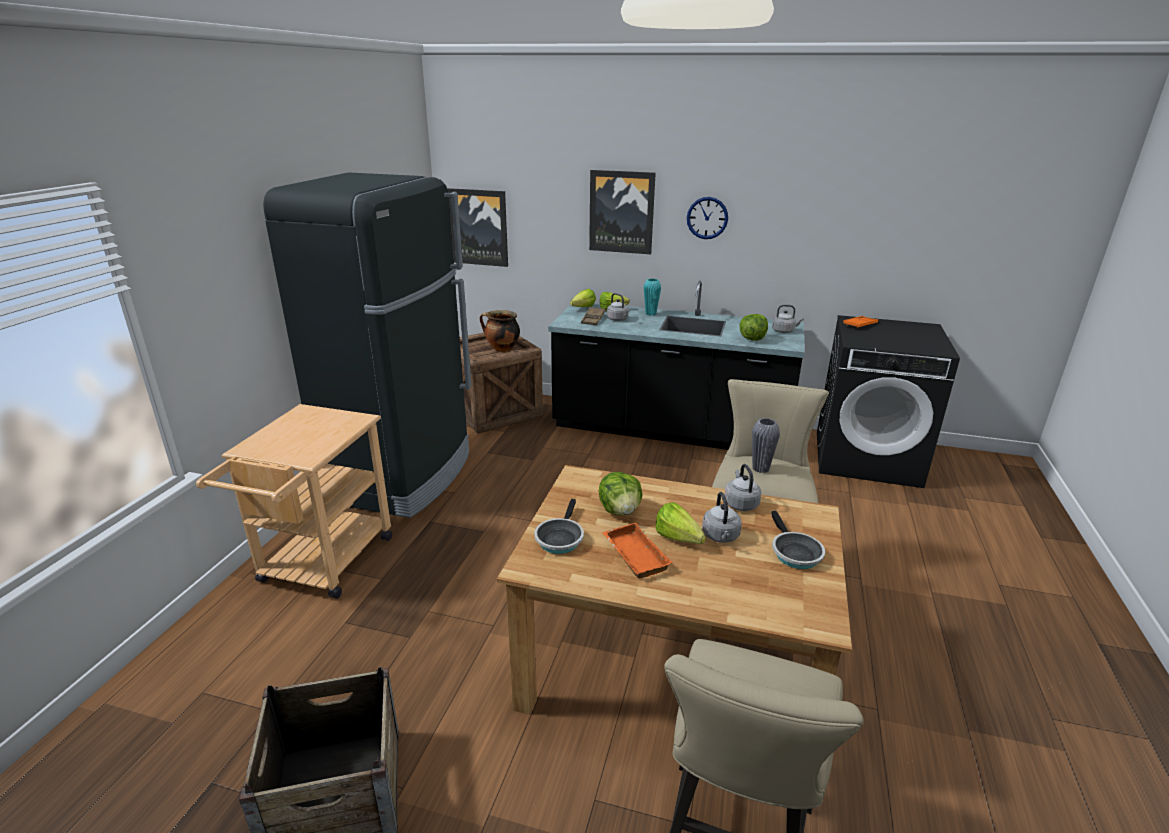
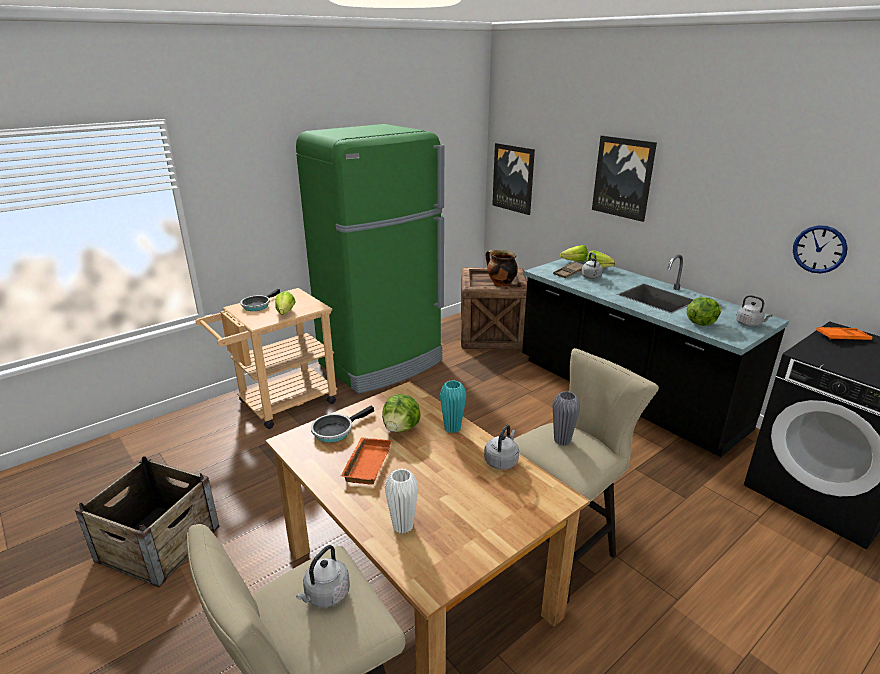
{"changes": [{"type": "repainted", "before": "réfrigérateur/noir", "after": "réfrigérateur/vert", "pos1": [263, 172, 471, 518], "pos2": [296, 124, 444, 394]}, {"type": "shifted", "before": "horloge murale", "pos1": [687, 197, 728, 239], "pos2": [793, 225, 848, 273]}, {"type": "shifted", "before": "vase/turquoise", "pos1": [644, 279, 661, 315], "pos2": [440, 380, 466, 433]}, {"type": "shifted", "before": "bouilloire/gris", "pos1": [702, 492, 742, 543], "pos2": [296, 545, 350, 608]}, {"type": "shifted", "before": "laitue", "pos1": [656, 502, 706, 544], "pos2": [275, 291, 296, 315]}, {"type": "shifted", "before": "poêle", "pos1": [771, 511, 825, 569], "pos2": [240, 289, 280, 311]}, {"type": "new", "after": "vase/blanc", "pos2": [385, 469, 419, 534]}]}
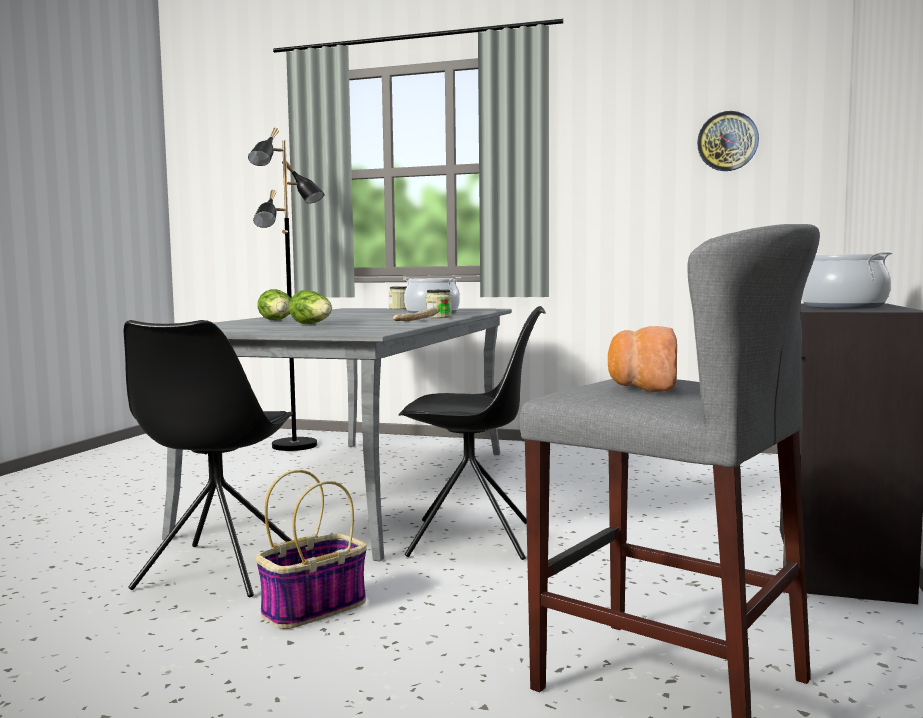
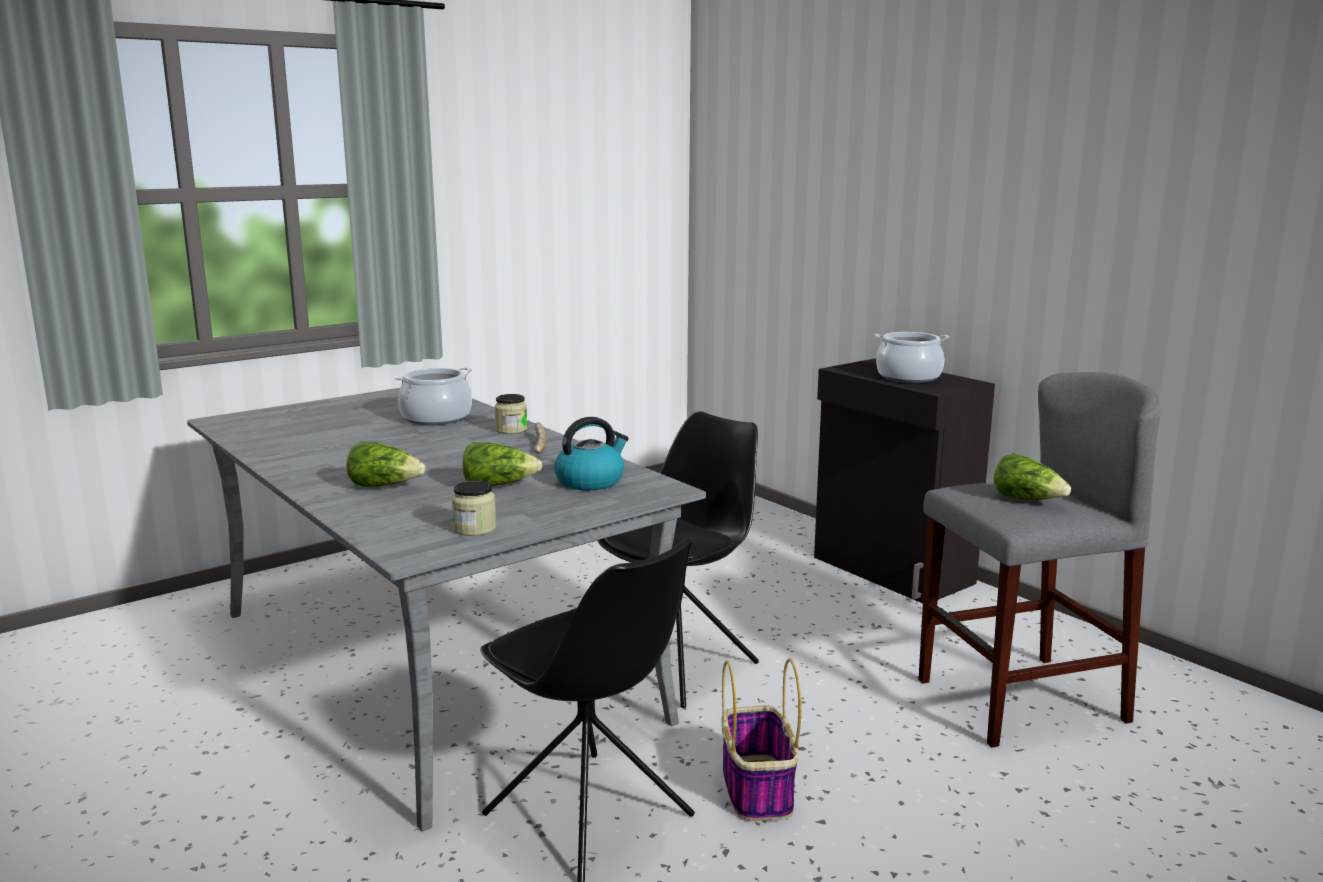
{"changes": [{"type": "gone", "before": "horloge murale", "pos1": [697, 111, 759, 171]}, {"type": "gone", "before": "lampadaire/noir", "pos1": [248, 128, 325, 451]}, {"type": "shifted", "before": "bocal", "pos1": [389, 286, 407, 309], "pos2": [452, 480, 496, 536]}, {"type": "swapped", "before": "pain", "after": "laitue", "pos1": [608, 326, 677, 392], "pos2": [994, 453, 1071, 500]}, {"type": "new", "after": "bouilloire", "pos2": [554, 417, 629, 490]}]}
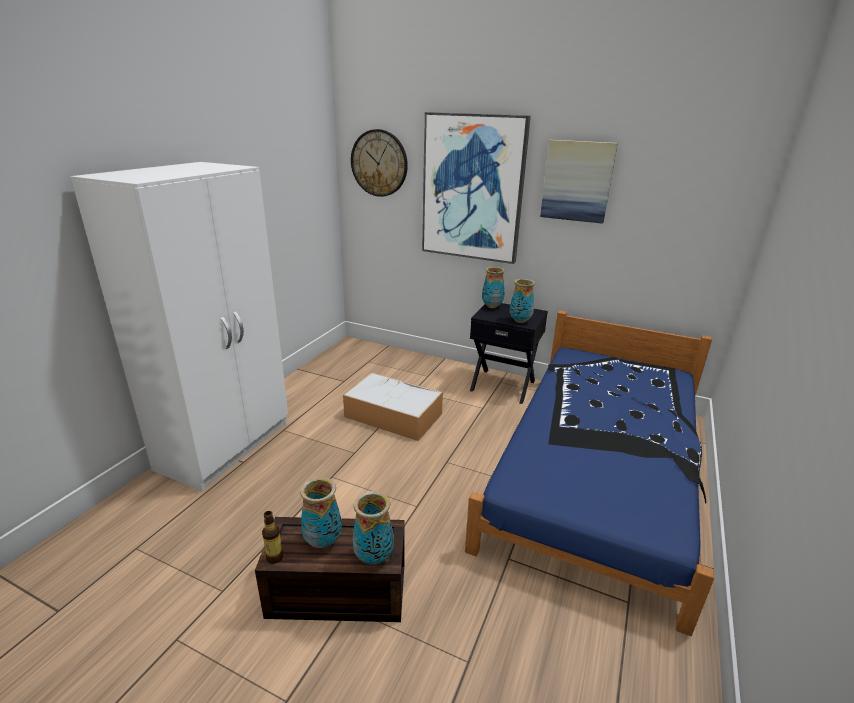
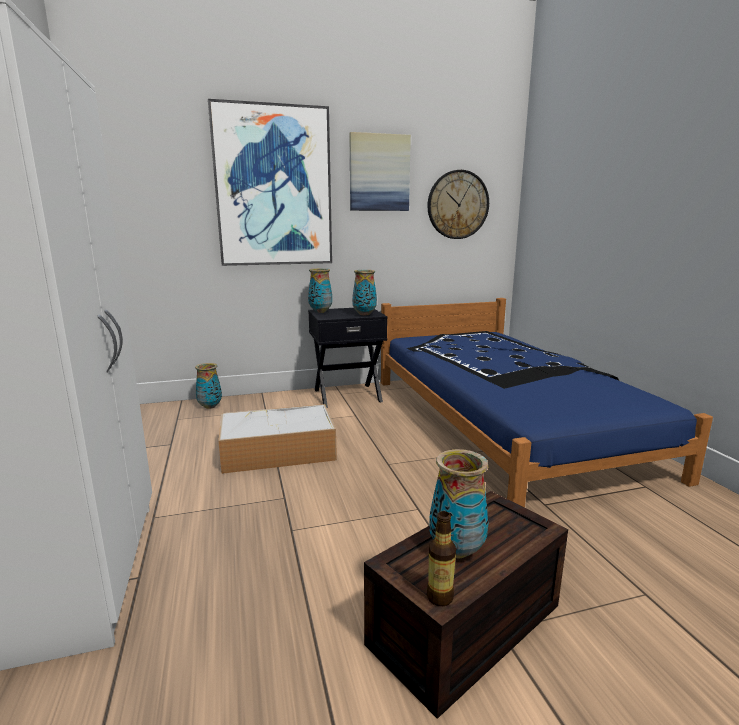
{"changes": [{"type": "shifted", "before": "horloge murale", "pos1": [351, 129, 408, 197], "pos2": [427, 170, 489, 239]}, {"type": "shifted", "before": "vase", "pos1": [352, 491, 394, 564], "pos2": [195, 363, 222, 409]}]}
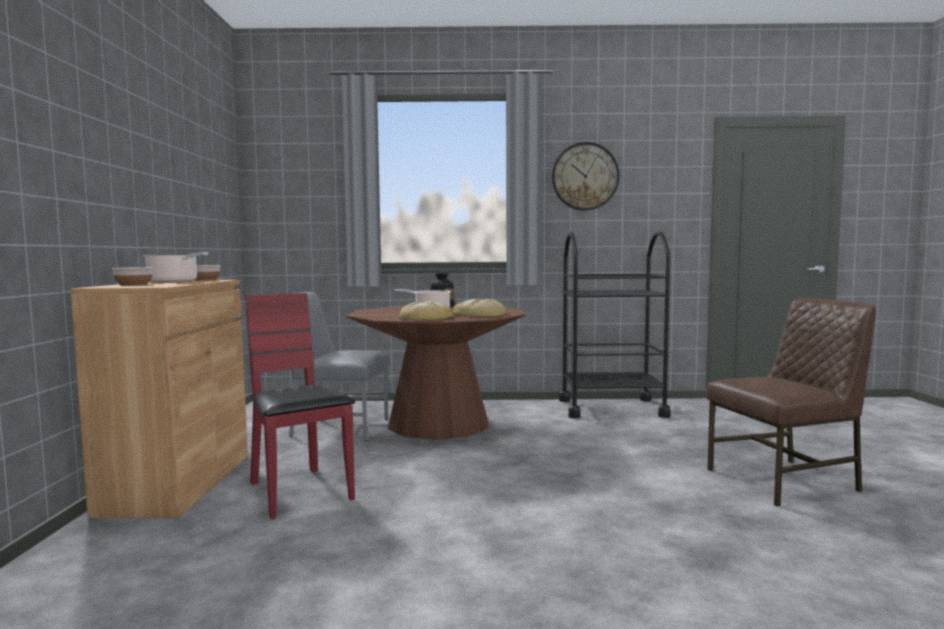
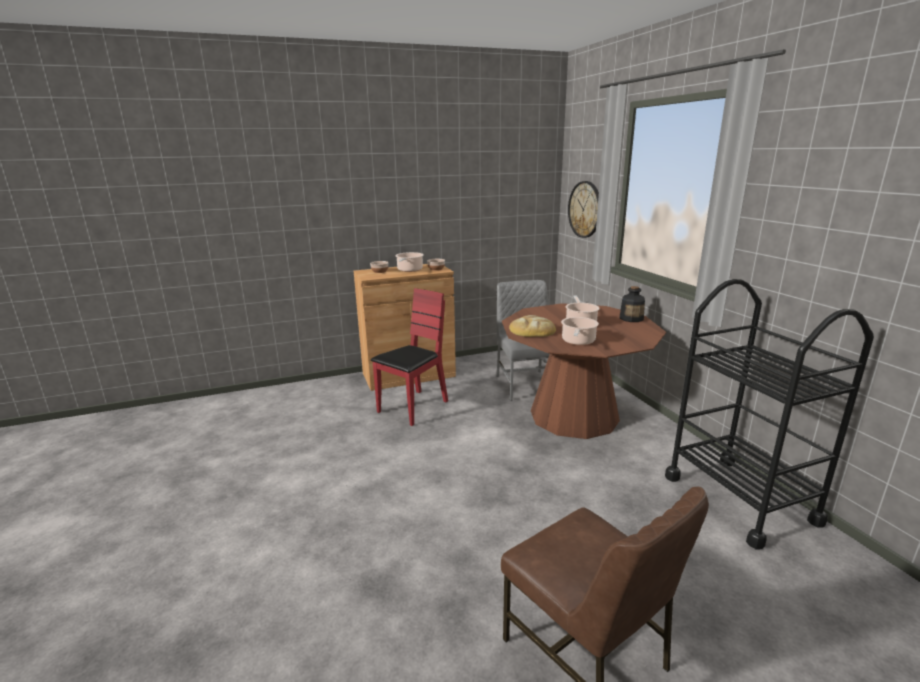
{"changes": [{"type": "shifted", "before": "horloge murale", "pos1": [552, 142, 619, 211], "pos2": [568, 181, 599, 238]}, {"type": "swapped", "before": "pain", "after": "marmite", "pos1": [453, 299, 506, 317], "pos2": [561, 317, 599, 345]}]}
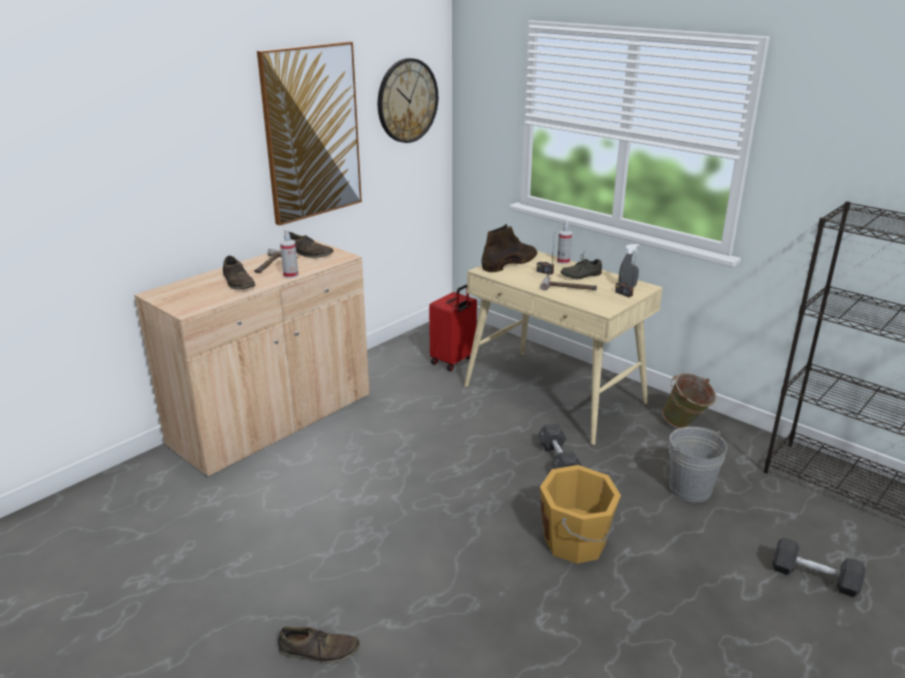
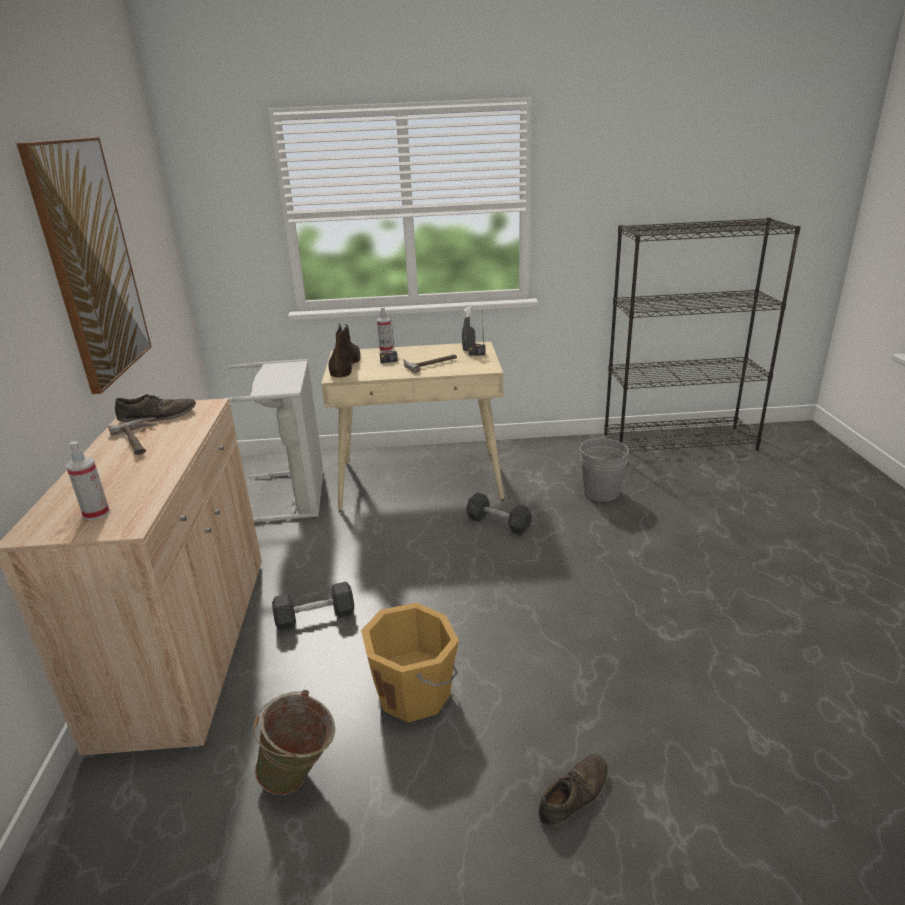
{"changes": [{"type": "gone", "before": "horloge murale", "pos1": [378, 58, 438, 143]}, {"type": "shifted", "before": "vaporisateur", "pos1": [280, 229, 299, 278], "pos2": [66, 441, 110, 521]}, {"type": "gone", "before": "chaussure/gris", "pos1": [561, 254, 602, 279]}, {"type": "gone", "before": "chaussure/marron", "pos1": [223, 255, 256, 289]}, {"type": "swapped", "before": "valise/rouge", "after": "panier à linge/gris", "pos1": [429, 284, 477, 371], "pos2": [224, 359, 324, 523]}, {"type": "shifted", "before": "seau/vert", "pos1": [662, 373, 717, 428], "pos2": [253, 690, 335, 795]}, {"type": "shifted", "before": "seau/orange", "pos1": [540, 465, 621, 564], "pos2": [361, 603, 459, 723]}, {"type": "shifted", "before": "haltère/gris", "pos1": [772, 537, 866, 597], "pos2": [272, 582, 354, 631]}]}
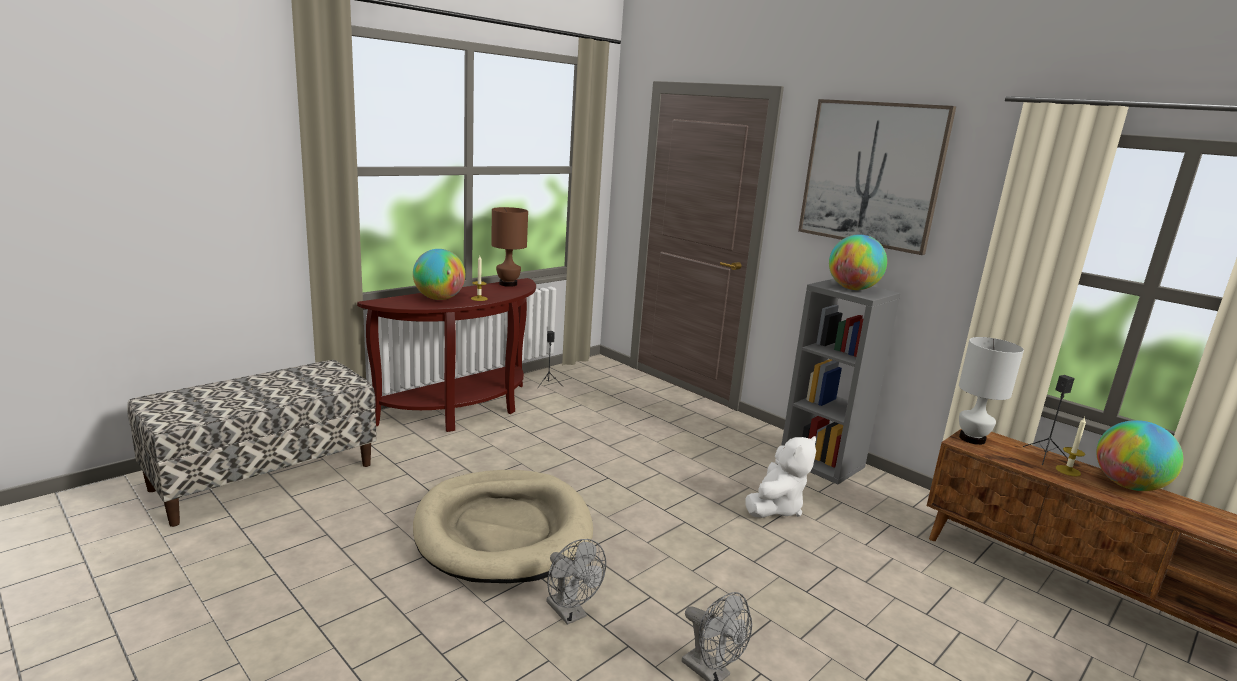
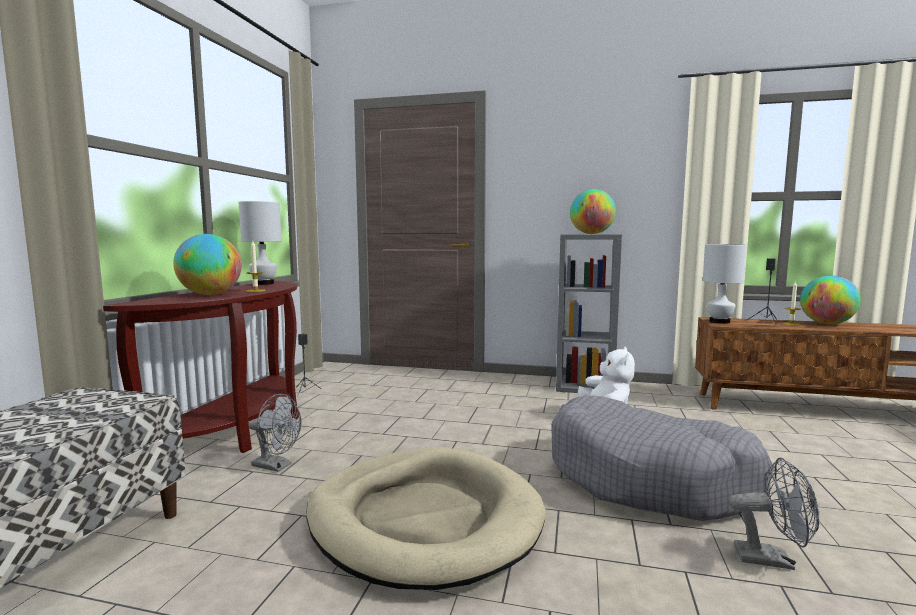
{"changes": [{"type": "gone", "before": "tableau", "pos1": [798, 99, 956, 255]}, {"type": "repainted", "before": "lampe de table/marron", "after": "lampe de table/blanc", "pos1": [491, 207, 528, 287], "pos2": [239, 201, 281, 285]}, {"type": "shifted", "before": "ventilateur/gris", "pos1": [546, 539, 606, 625], "pos2": [248, 394, 302, 472]}, {"type": "new", "after": "panier pour chien/gris", "pos2": [551, 395, 774, 521]}]}
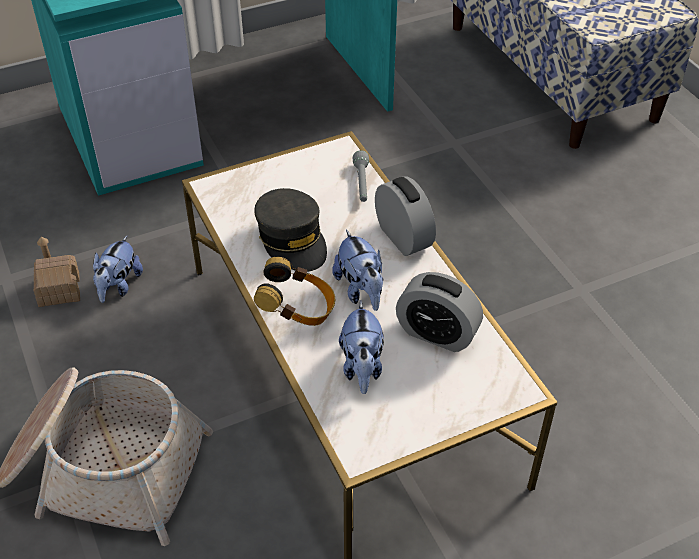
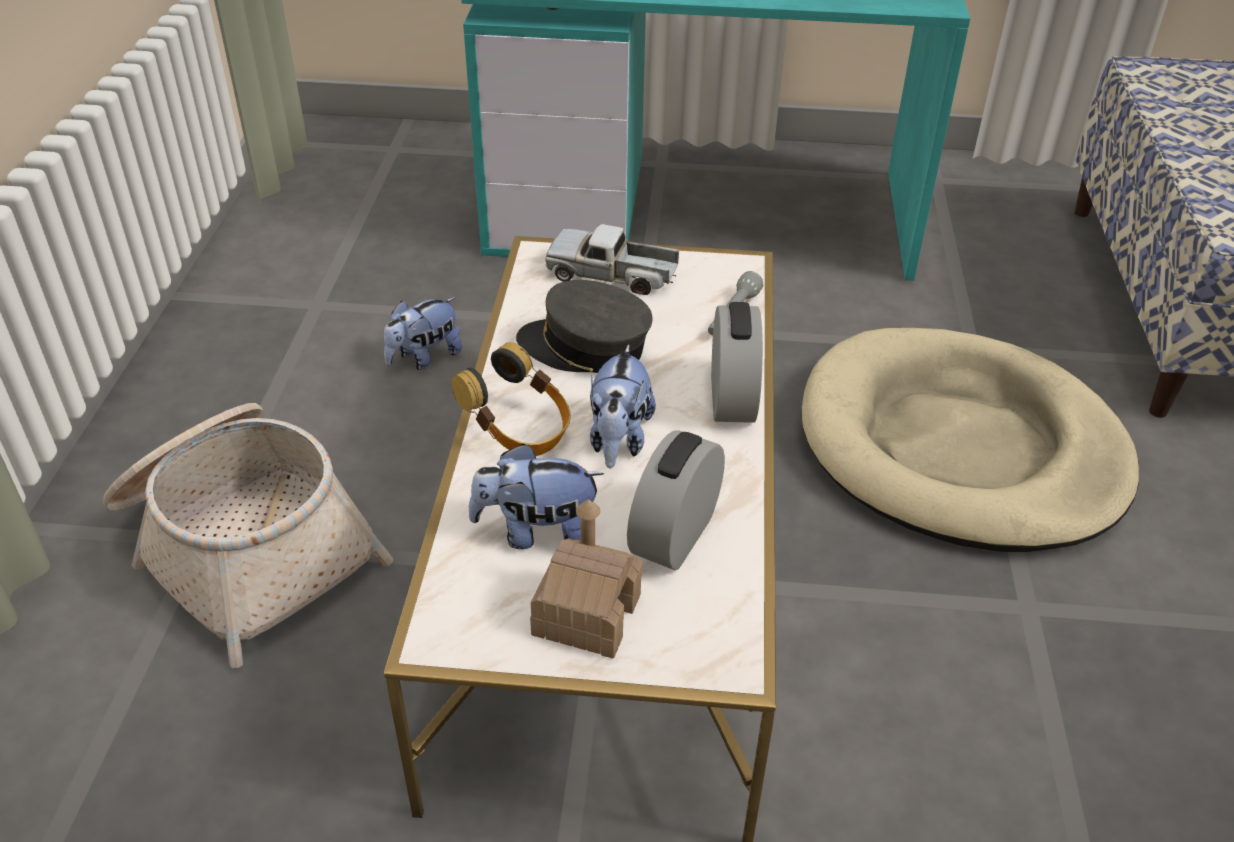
{"changes": [{"type": "rotated", "before": "casquette/gris", "pos1": [254, 188, 327, 272], "pos2": [516, 280, 653, 373], "turn": 105}, {"type": "shifted", "before": "maison miniature", "pos1": [34, 237, 80, 307], "pos2": [530, 499, 642, 659]}, {"type": "rotated", "before": "réveil", "pos1": [396, 272, 483, 352], "pos2": [627, 430, 725, 570], "turn": 60}, {"type": "rotated", "before": "peluche", "pos1": [339, 300, 384, 394], "pos2": [469, 443, 604, 550], "turn": 60}, {"type": "new", "after": "camion jouet", "pos2": [545, 224, 679, 295]}, {"type": "new", "after": "panier pour chien/beige", "pos2": [801, 328, 1139, 552]}]}
